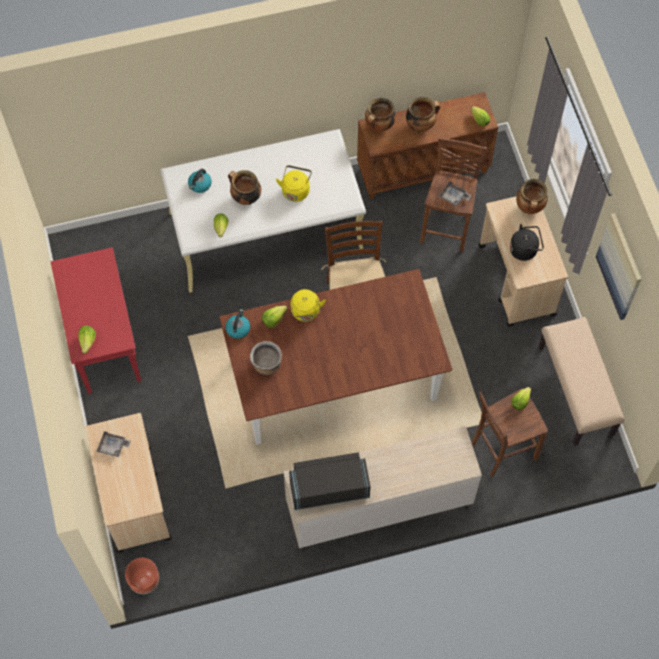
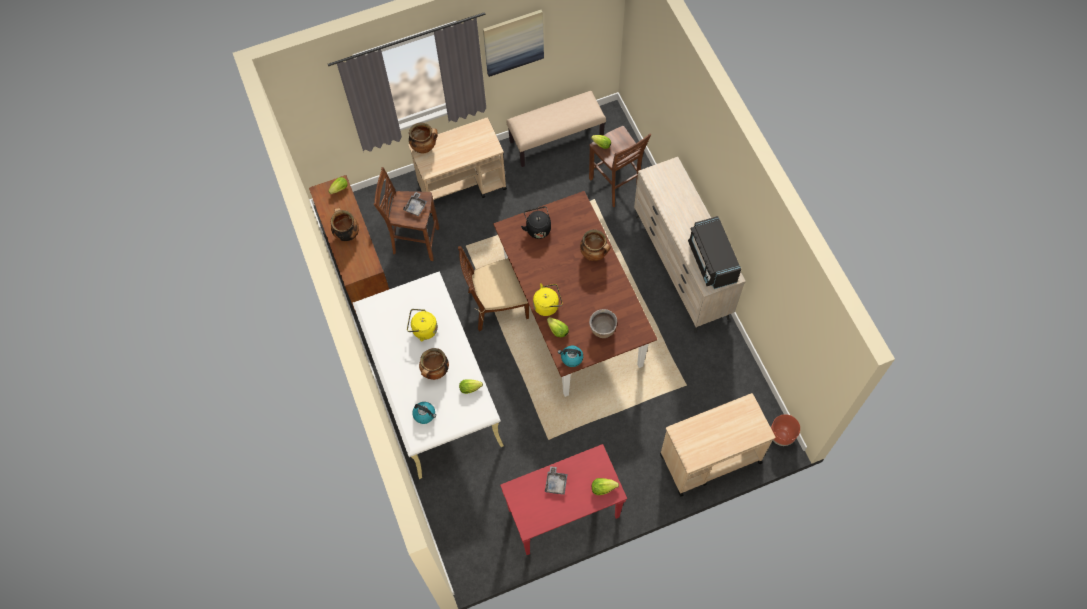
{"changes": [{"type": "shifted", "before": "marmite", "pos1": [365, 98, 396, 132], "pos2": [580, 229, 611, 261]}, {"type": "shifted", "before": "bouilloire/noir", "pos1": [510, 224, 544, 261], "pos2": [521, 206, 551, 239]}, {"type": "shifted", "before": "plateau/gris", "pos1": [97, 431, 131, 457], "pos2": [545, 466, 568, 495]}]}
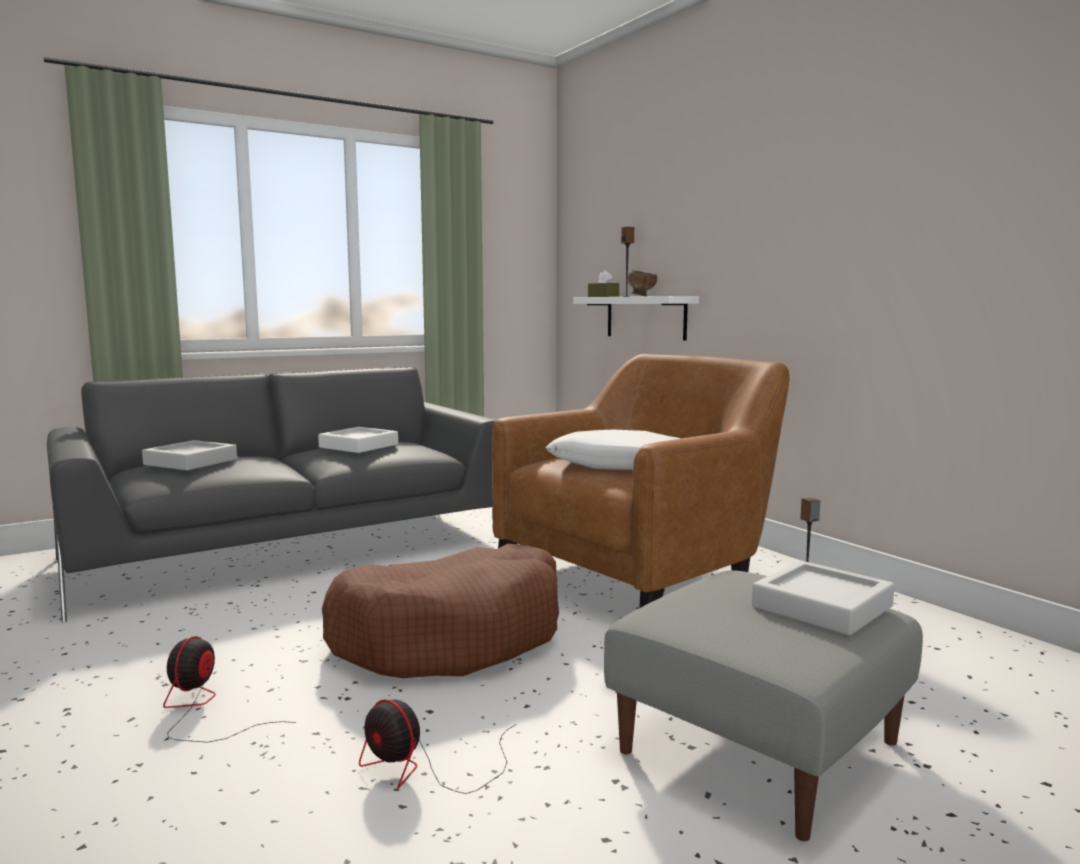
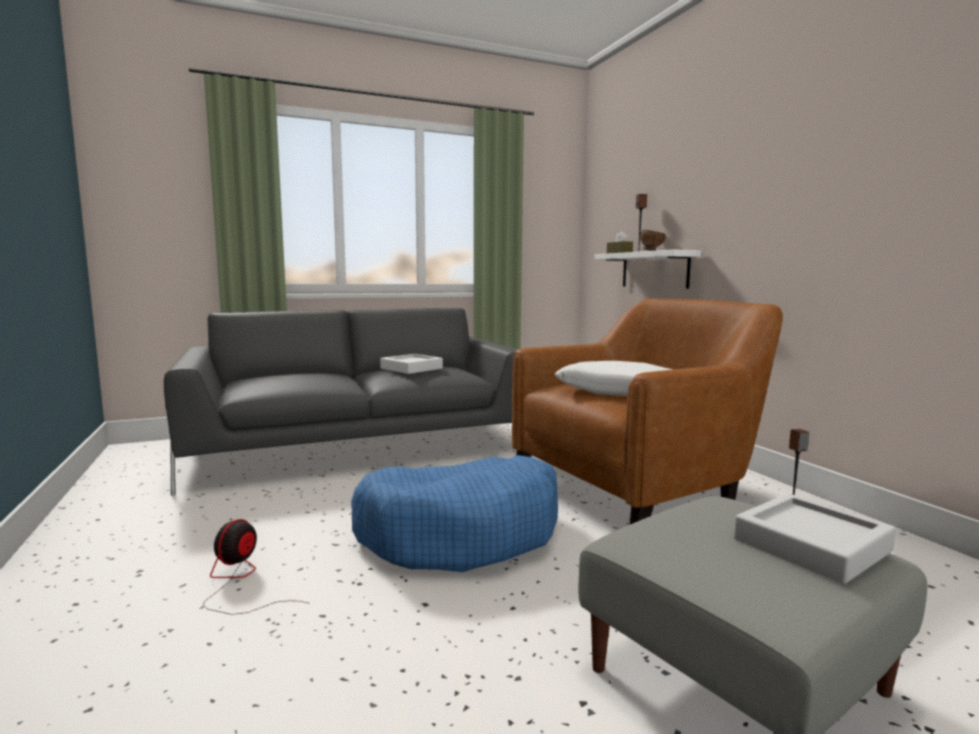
{"changes": [{"type": "gone", "before": "plateau/gris", "pos1": [142, 440, 237, 471]}, {"type": "repainted", "before": "panier pour chien/marron", "after": "panier pour chien/bleu", "pos1": [322, 544, 559, 678], "pos2": [351, 455, 558, 572]}, {"type": "gone", "before": "ventilateur", "pos1": [359, 699, 516, 794]}]}
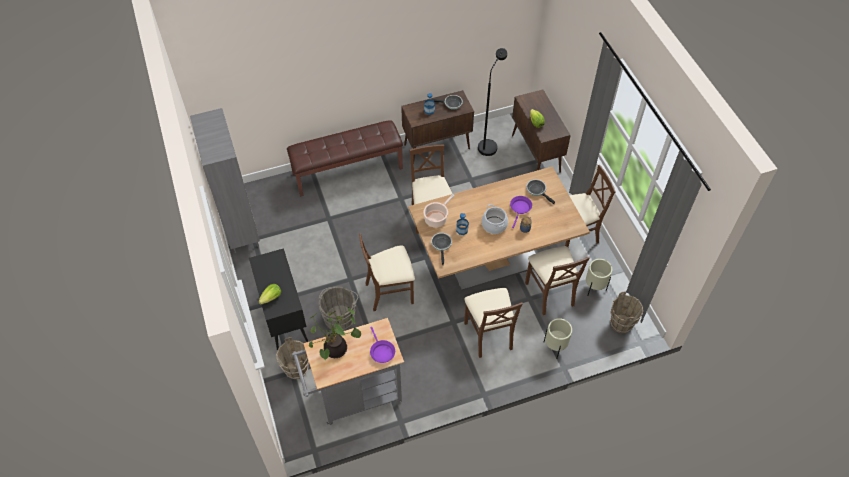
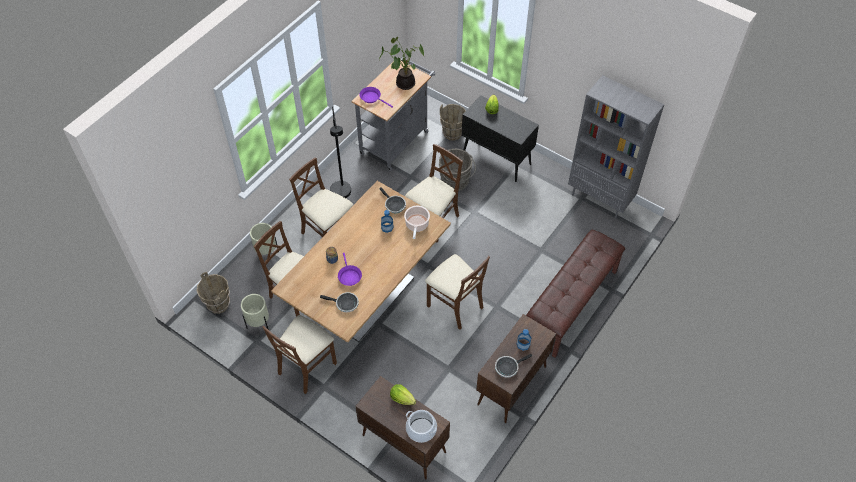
{"changes": [{"type": "shifted", "before": "lampadaire/noir", "pos1": [478, 48, 507, 156], "pos2": [330, 106, 351, 198]}, {"type": "shifted", "before": "marmite", "pos1": [482, 204, 508, 234], "pos2": [406, 410, 437, 443]}]}
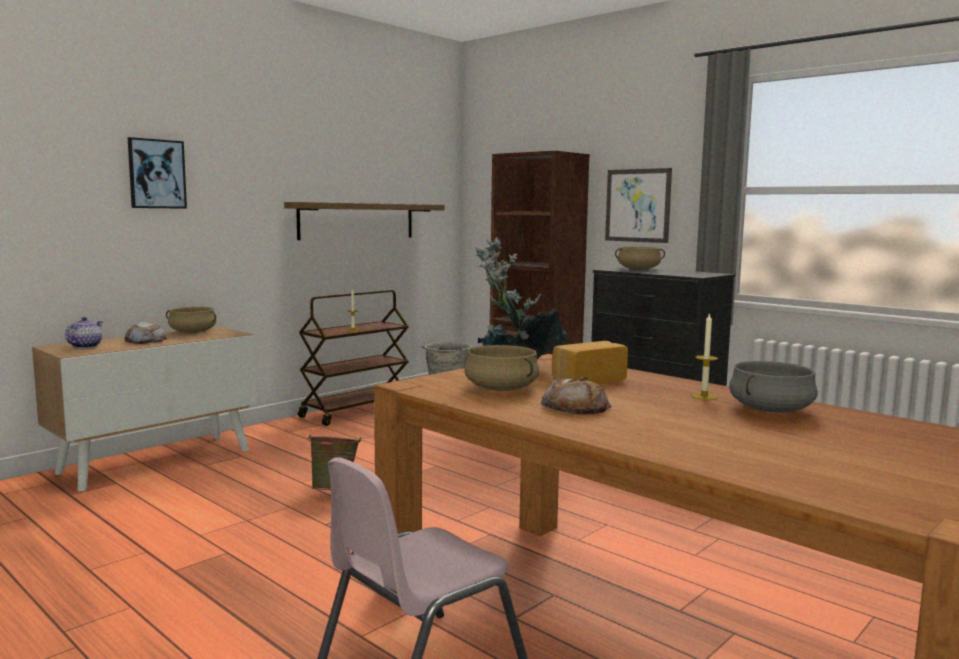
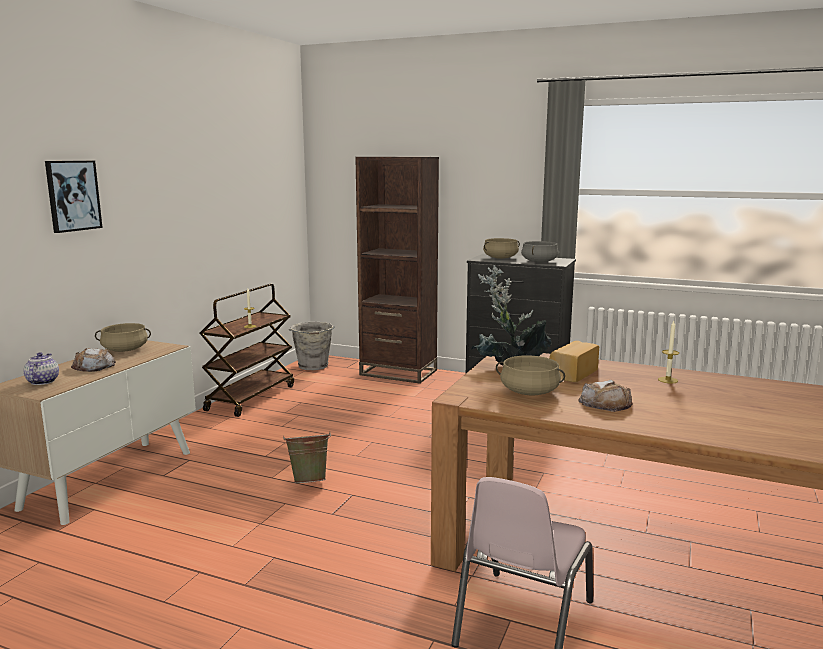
{"changes": [{"type": "gone", "before": "tableau", "pos1": [605, 168, 672, 243]}, {"type": "gone", "before": "étagère", "pos1": [284, 202, 445, 240]}, {"type": "shifted", "before": "marmite/gris", "pos1": [729, 361, 818, 413], "pos2": [521, 241, 558, 262]}]}
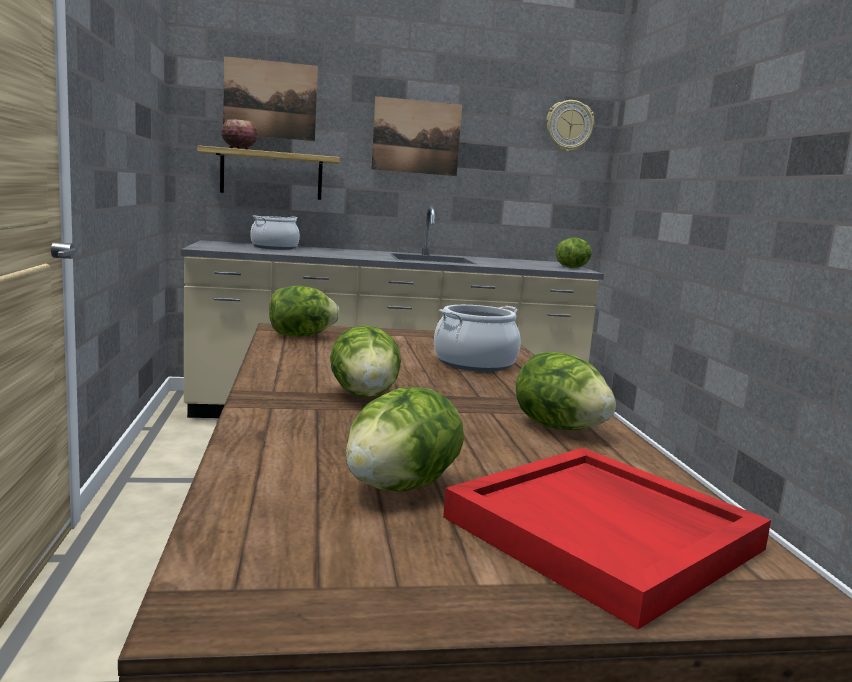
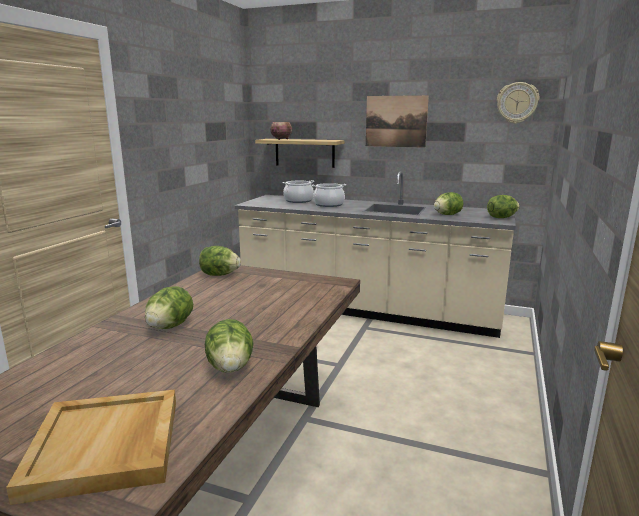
{"changes": [{"type": "gone", "before": "tableau", "pos1": [223, 56, 318, 141]}, {"type": "shifted", "before": "marmite", "pos1": [434, 305, 520, 372], "pos2": [312, 183, 346, 207]}, {"type": "shifted", "before": "laitue", "pos1": [346, 387, 464, 491], "pos2": [434, 192, 463, 215]}, {"type": "repainted", "before": "plateau/rouge", "after": "plateau/beige", "pos1": [443, 448, 771, 629], "pos2": [6, 390, 176, 505]}]}
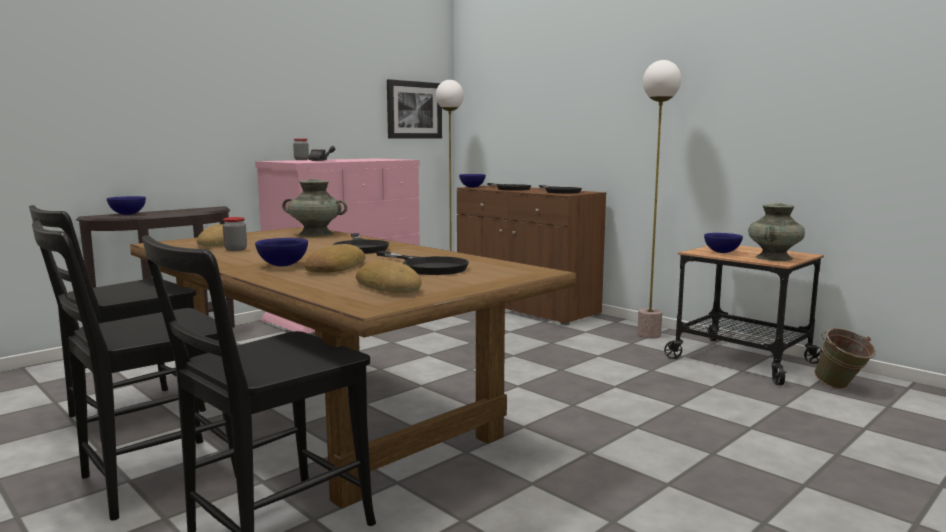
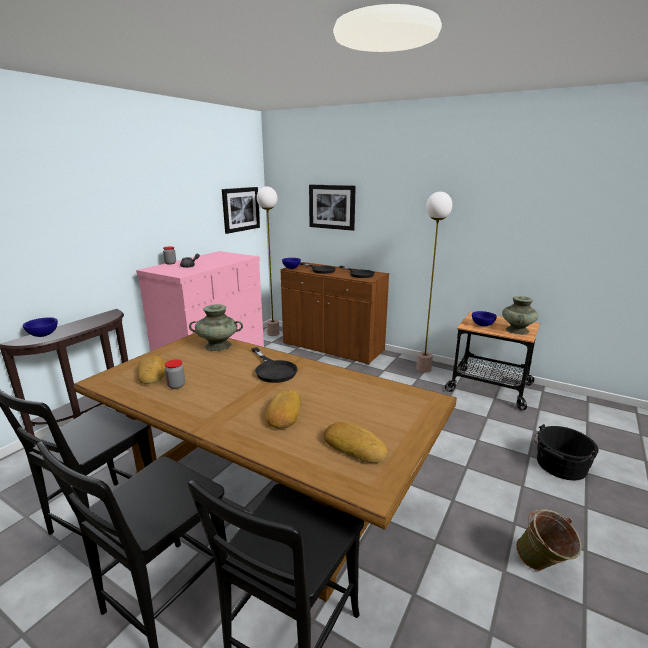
{"changes": [{"type": "gone", "before": "bol/bleu", "pos1": [255, 238, 308, 267]}, {"type": "gone", "before": "poêle/noir", "pos1": [376, 251, 469, 275]}, {"type": "shifted", "before": "seau/vert", "pos1": [814, 328, 876, 389], "pos2": [516, 509, 582, 571]}, {"type": "new", "after": "tableau", "pos2": [309, 185, 356, 231]}, {"type": "new", "after": "seau/noir", "pos2": [534, 424, 599, 480]}]}
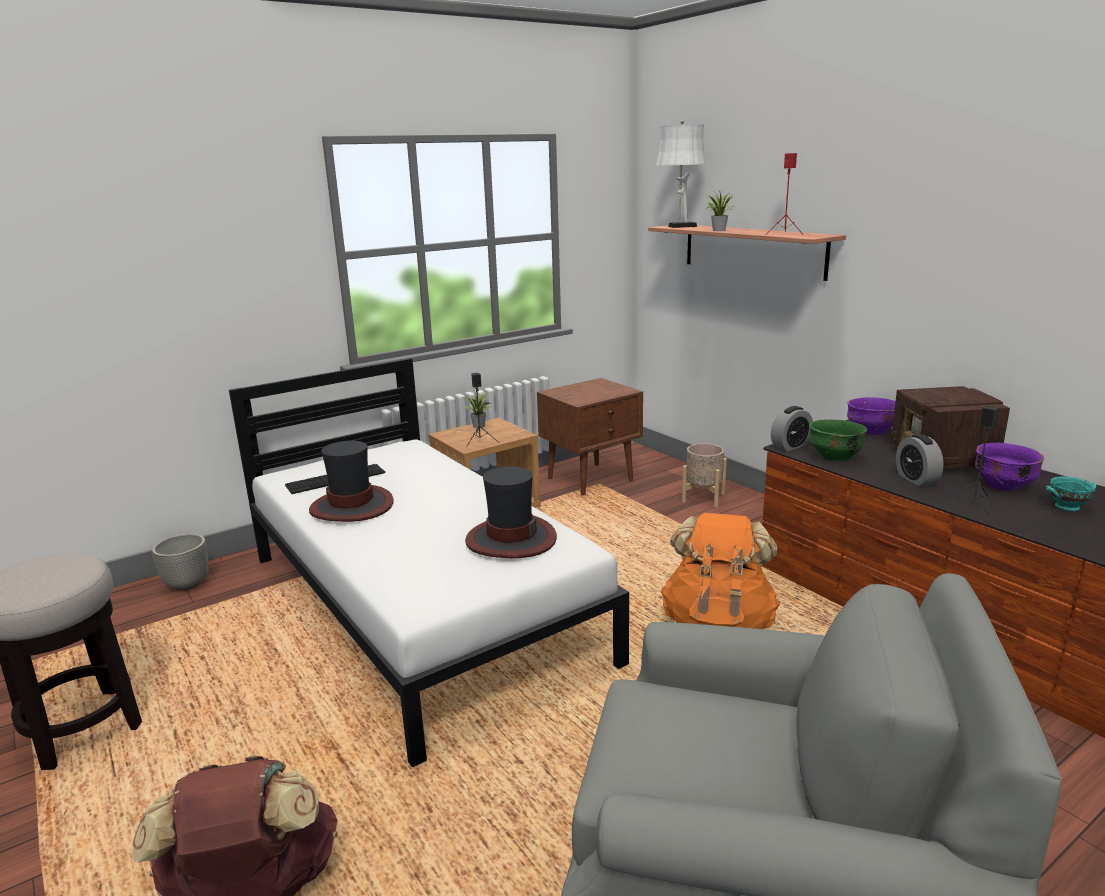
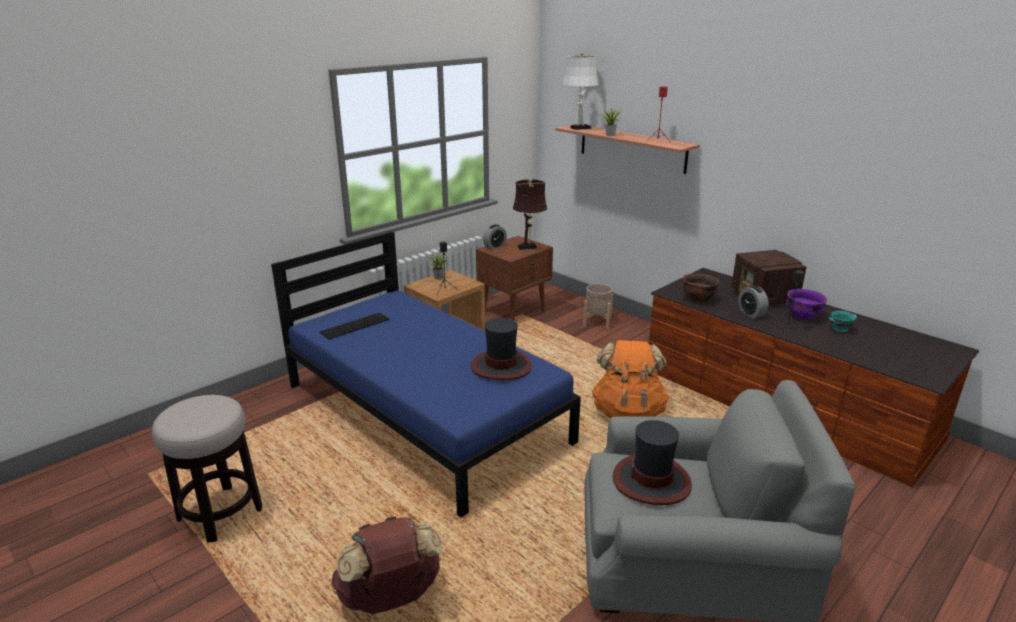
{"changes": [{"type": "repainted", "before": "lit/blanc", "after": "lit/bleu", "pos1": [229, 358, 629, 767], "pos2": [271, 231, 581, 518]}, {"type": "gone", "before": "bol/violet", "pos1": [847, 397, 895, 435]}, {"type": "shifted", "before": "réveil", "pos1": [771, 406, 813, 451], "pos2": [483, 224, 507, 249]}, {"type": "repainted", "before": "bol/vert", "after": "bol/marron", "pos1": [809, 420, 868, 461], "pos2": [682, 274, 720, 302]}, {"type": "shifted", "before": "chapeau", "pos1": [309, 441, 394, 522], "pos2": [613, 420, 692, 505]}, {"type": "gone", "before": "cache-pot", "pos1": [152, 534, 208, 591]}, {"type": "new", "after": "lampe de table/marron", "pos2": [513, 179, 547, 250]}]}
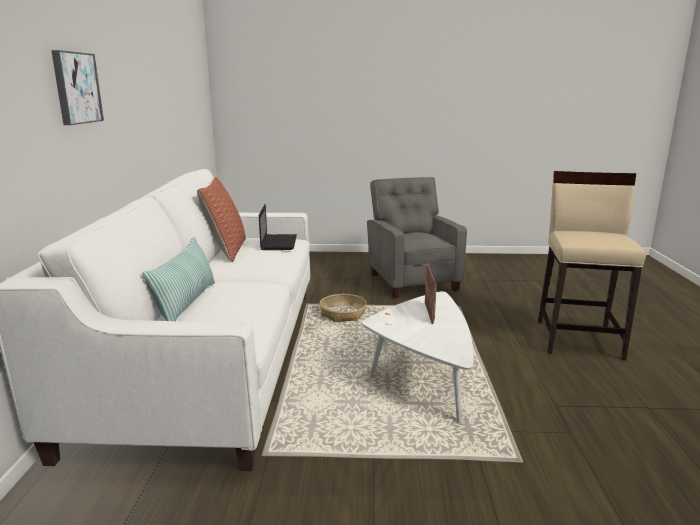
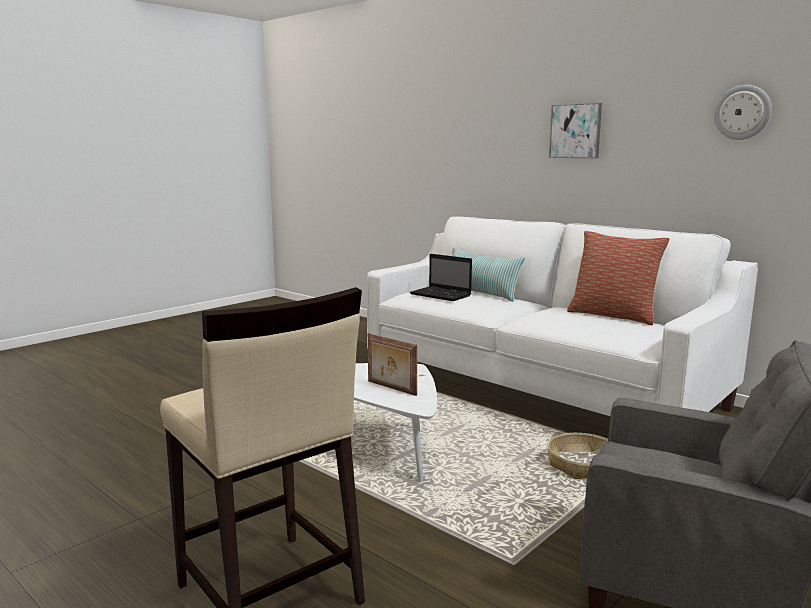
{"changes": [{"type": "shifted", "before": "ordinateur portable", "pos1": [259, 204, 297, 250], "pos2": [410, 254, 472, 301]}, {"type": "new", "after": "horloge murale", "pos2": [714, 85, 771, 140]}]}
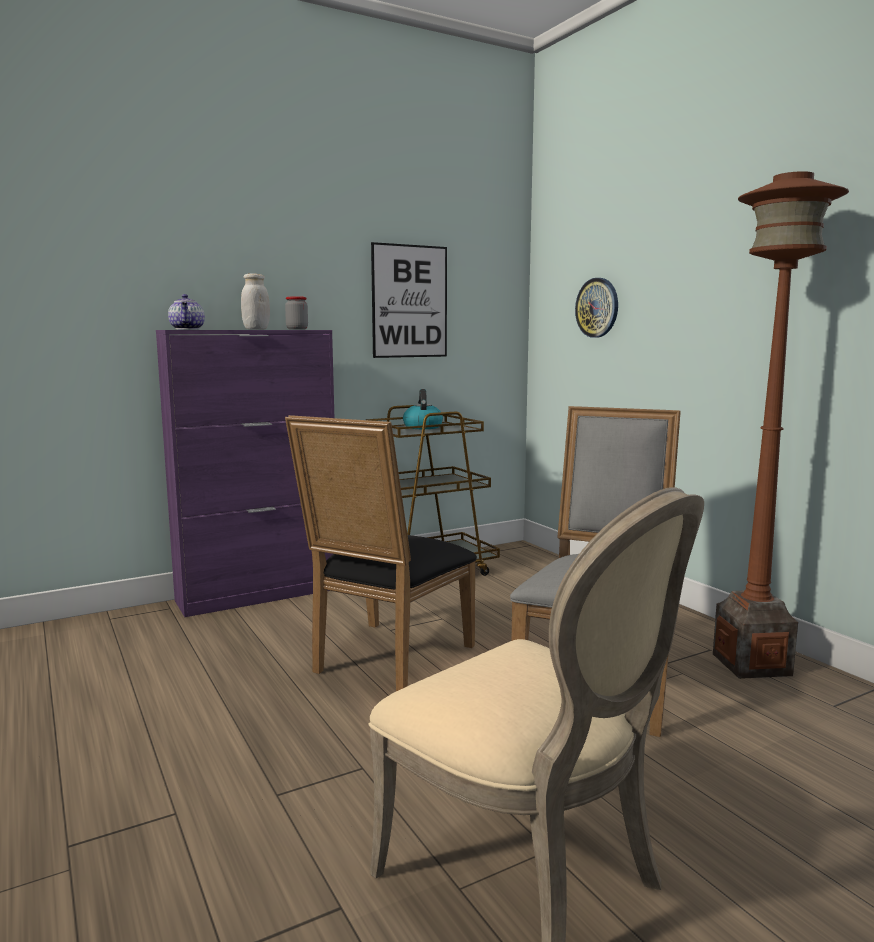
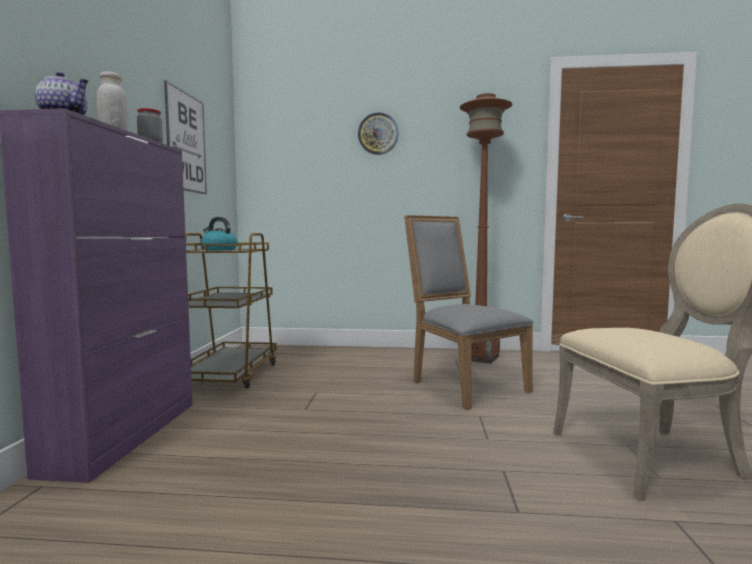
{"changes": [{"type": "shifted", "before": "horloge murale", "pos1": [575, 278, 618, 338], "pos2": [358, 113, 398, 155]}, {"type": "gone", "before": "chaise/noir", "pos1": [285, 415, 477, 691]}]}
